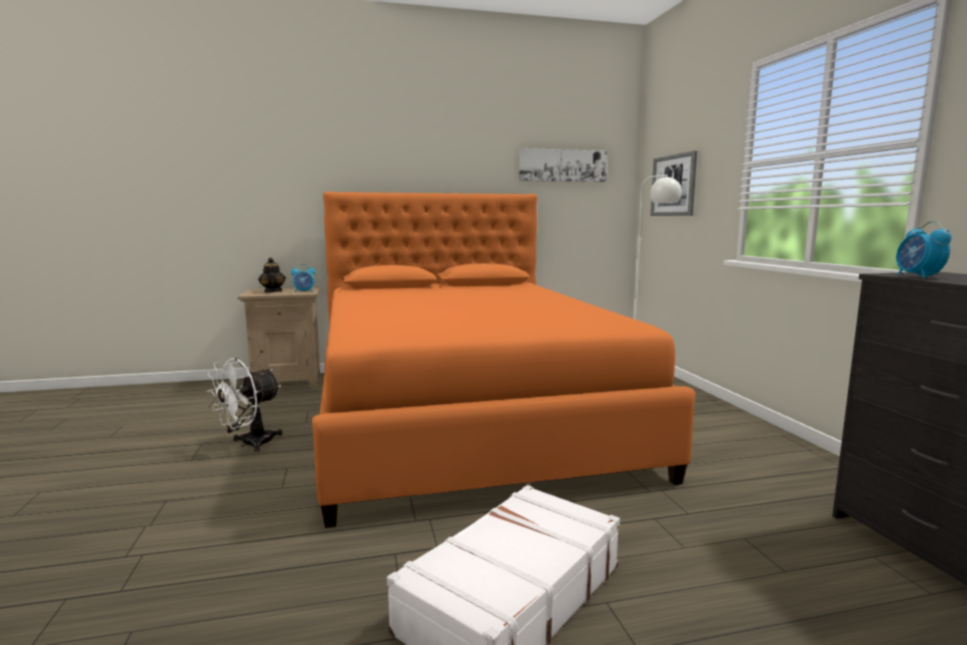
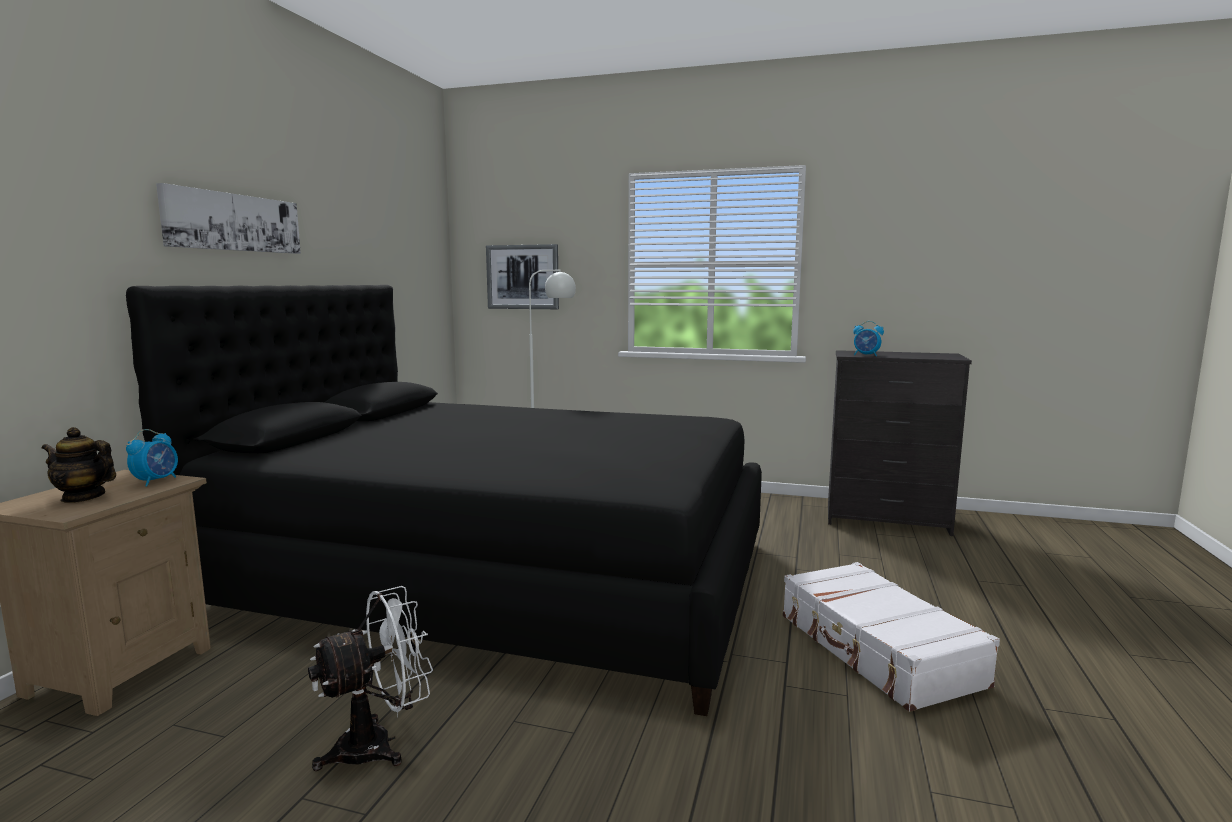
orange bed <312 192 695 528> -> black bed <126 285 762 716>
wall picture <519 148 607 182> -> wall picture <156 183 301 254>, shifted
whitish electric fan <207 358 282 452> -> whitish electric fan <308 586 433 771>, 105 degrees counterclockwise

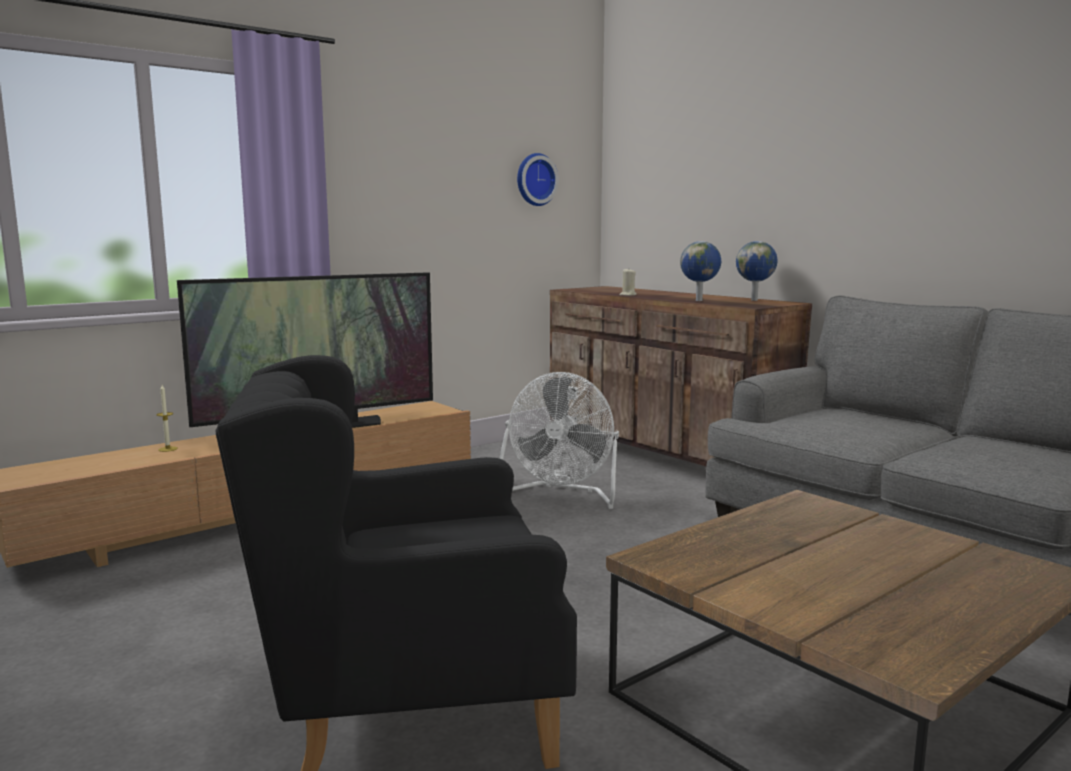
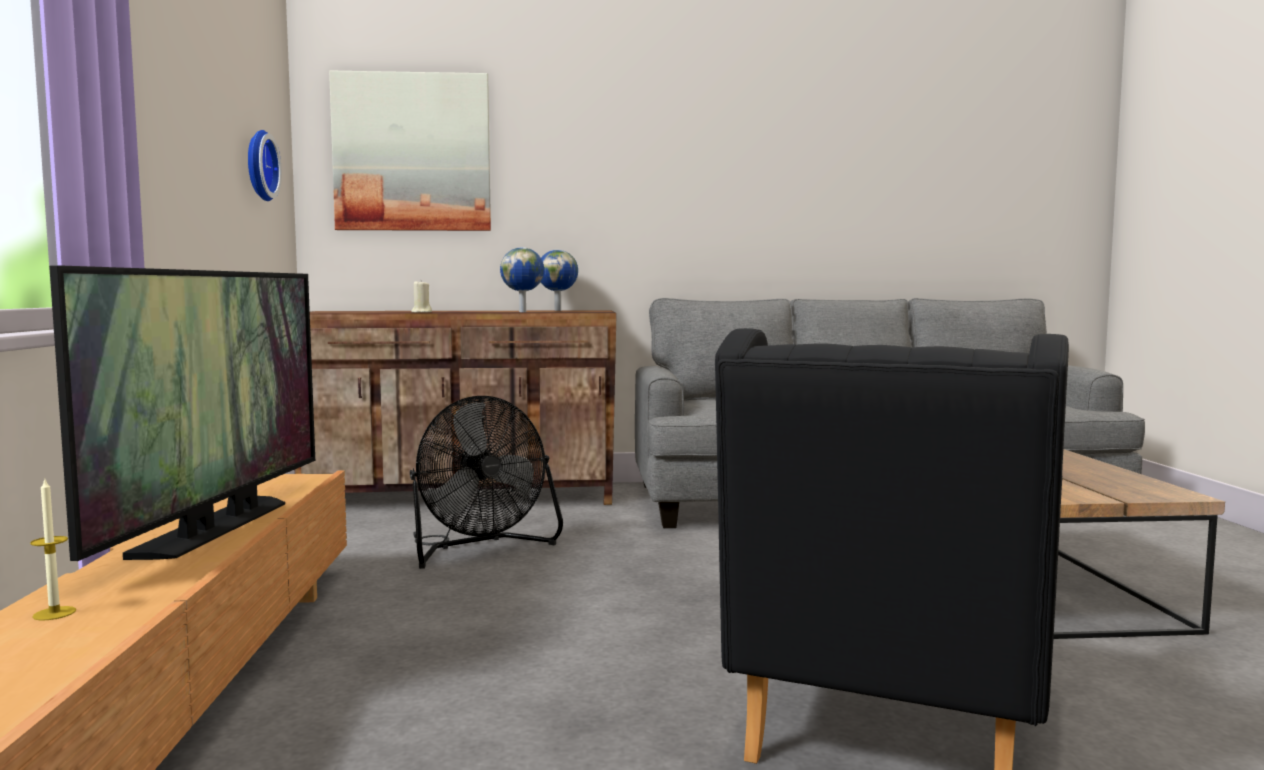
none -> wall picture <329 71 491 231>
whitish electric fan <499 372 619 509> -> black electric fan <410 396 563 569>

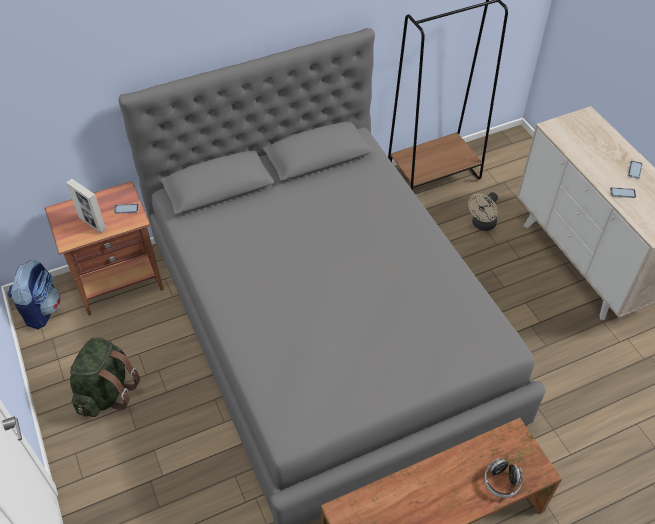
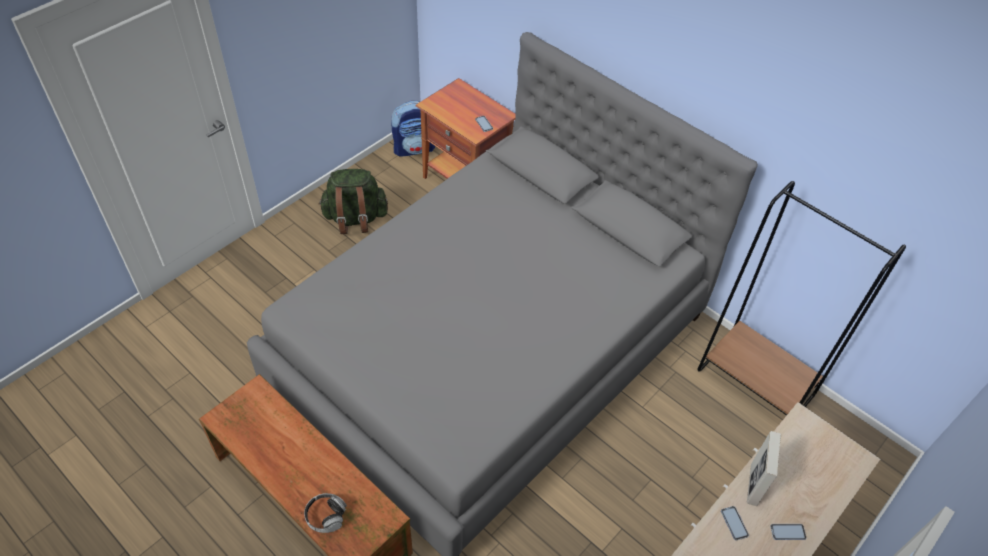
standing frame <67 179 106 233> -> standing frame <747 431 781 506>, shifted
sand-coloured electric fan <468 192 498 231> -> none

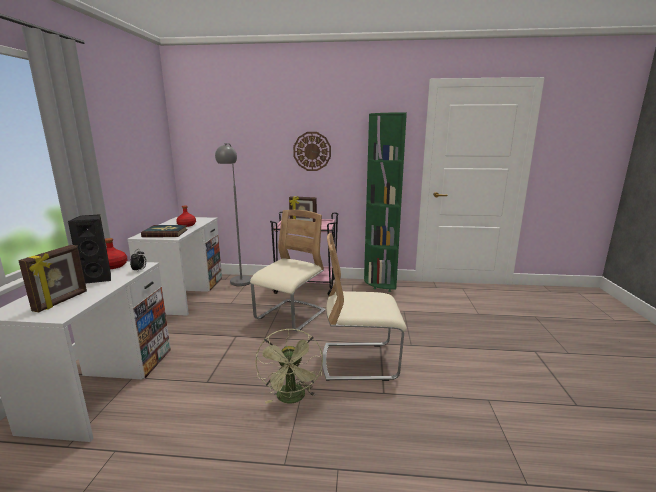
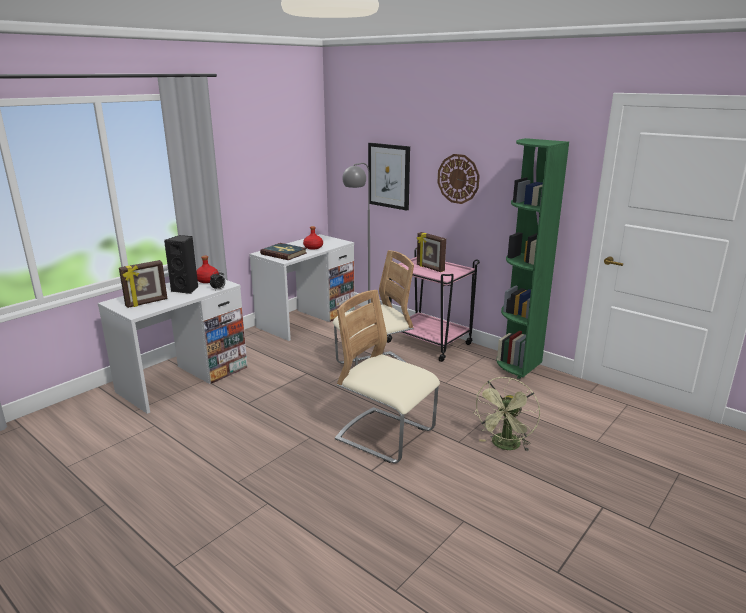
none -> wall picture <368 143 410 211>
greenish electric fan <255 328 323 404> -> greenish electric fan <473 377 540 452>, shifted

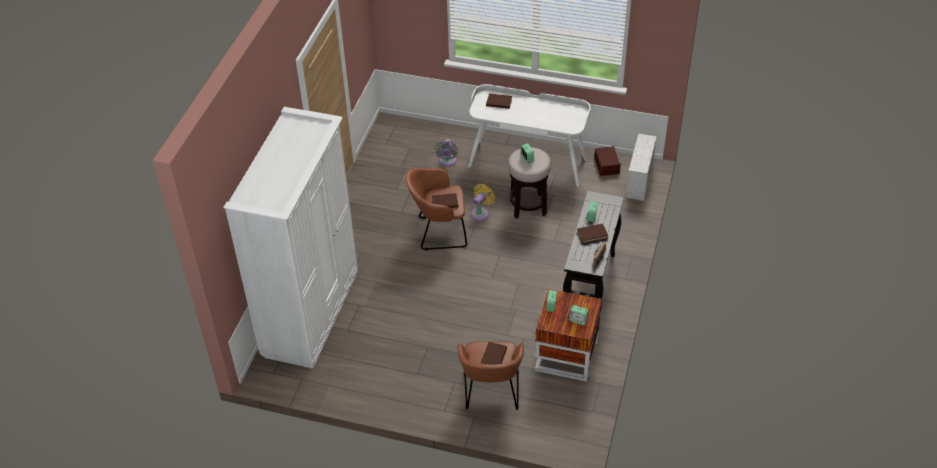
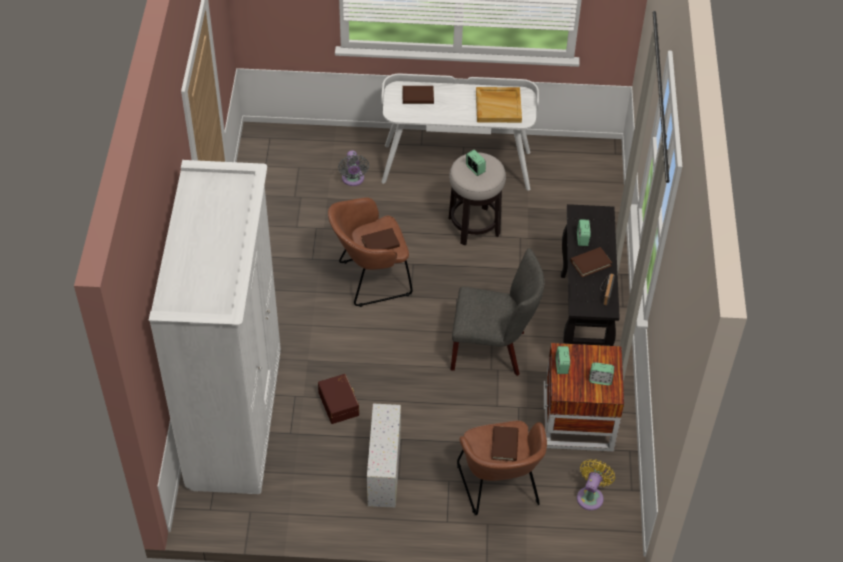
brown storage bin <594 146 621 176> -> brown storage bin <318 374 359 424>, shifted
whitish storage bin <626 134 657 201> -> whitish storage bin <367 403 401 508>, shifted
none -> grey chair <451 248 545 376>
none -> sand-coloured carrying tray <476 87 522 123>
yellow electric fan <471 184 495 220> -> yellow electric fan <577 459 615 511>, shifted

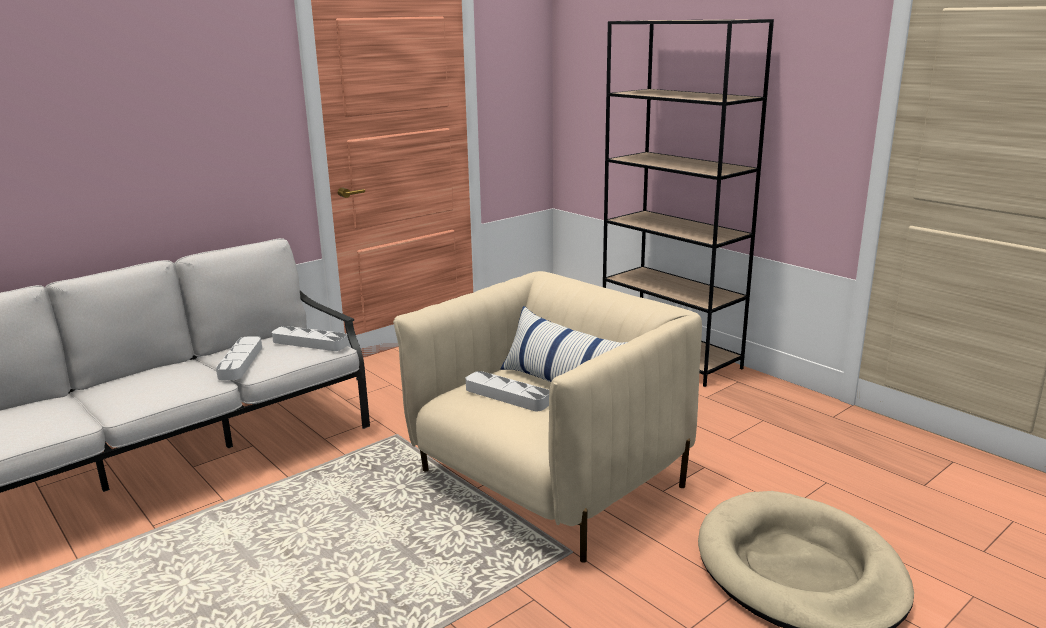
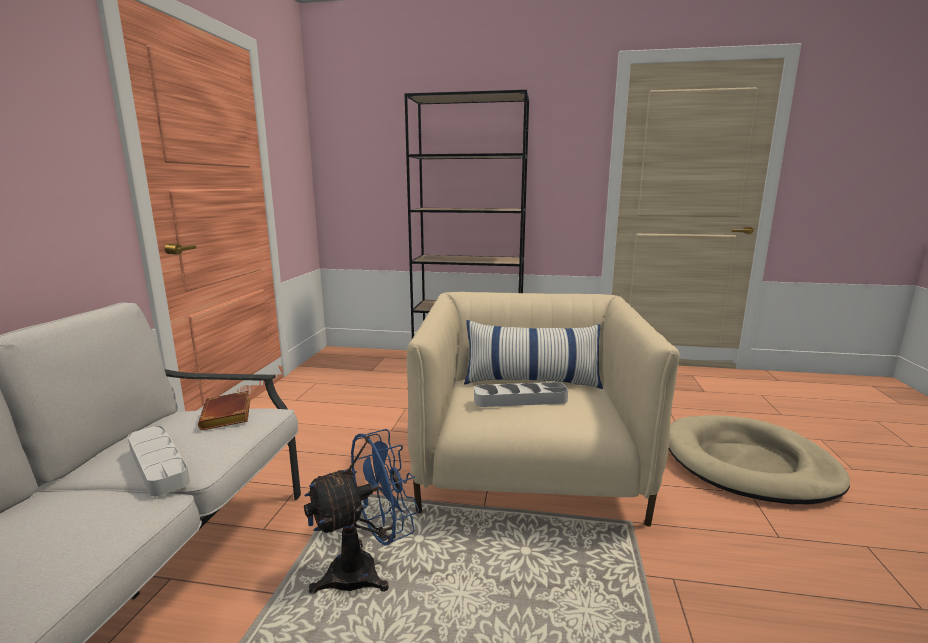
grey carrying tray <272 326 348 351> -> brown volume <198 391 250 430>
none -> bluish electric fan <304 429 419 594>

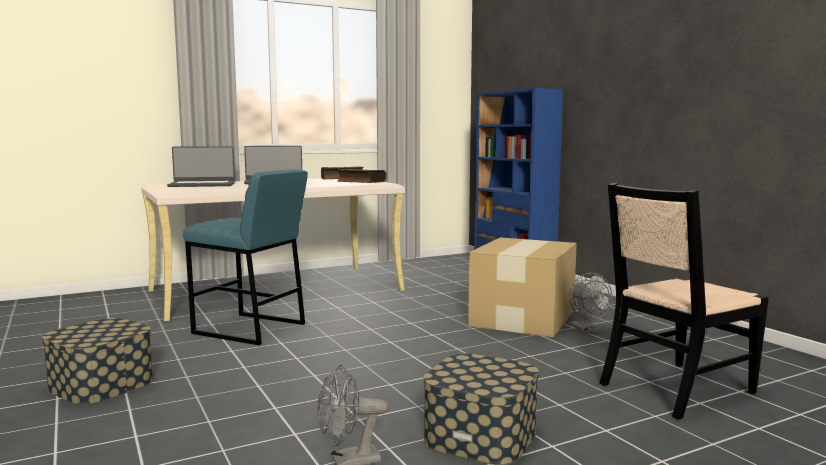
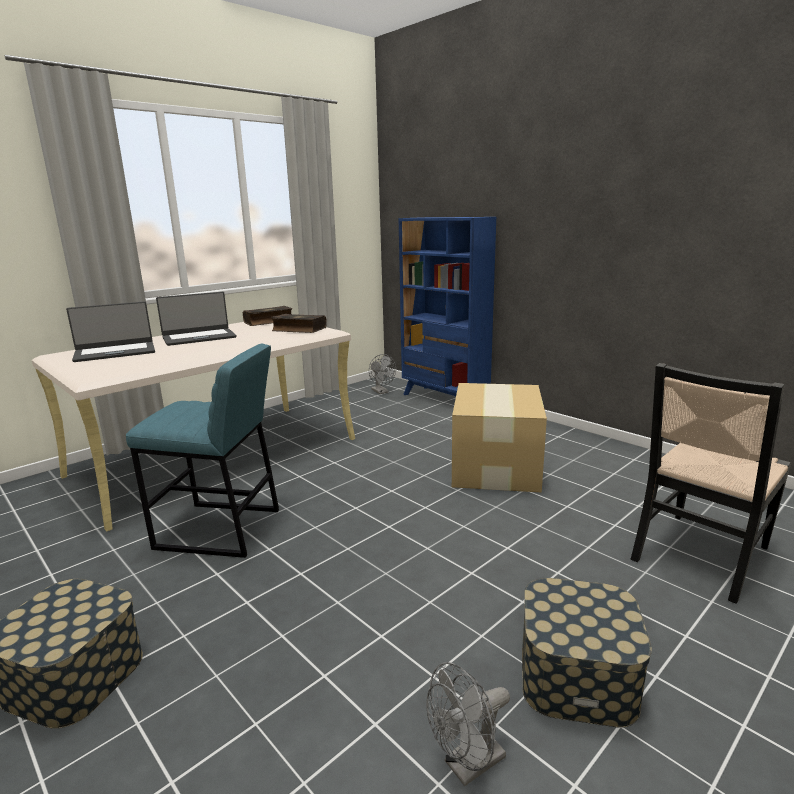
grey electric fan <570 273 612 334> -> grey electric fan <369 354 396 394>, shifted

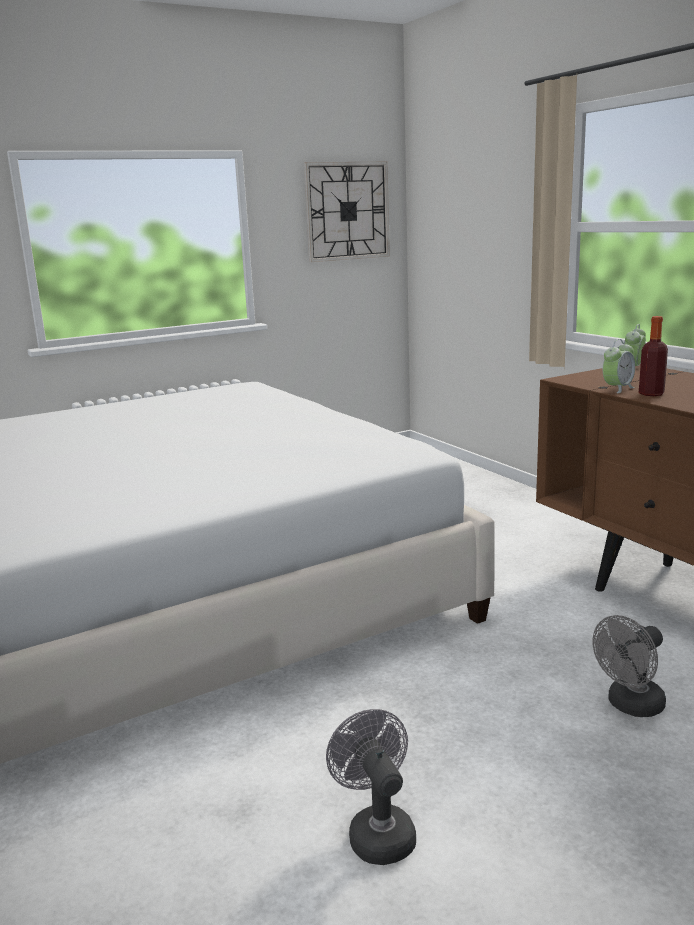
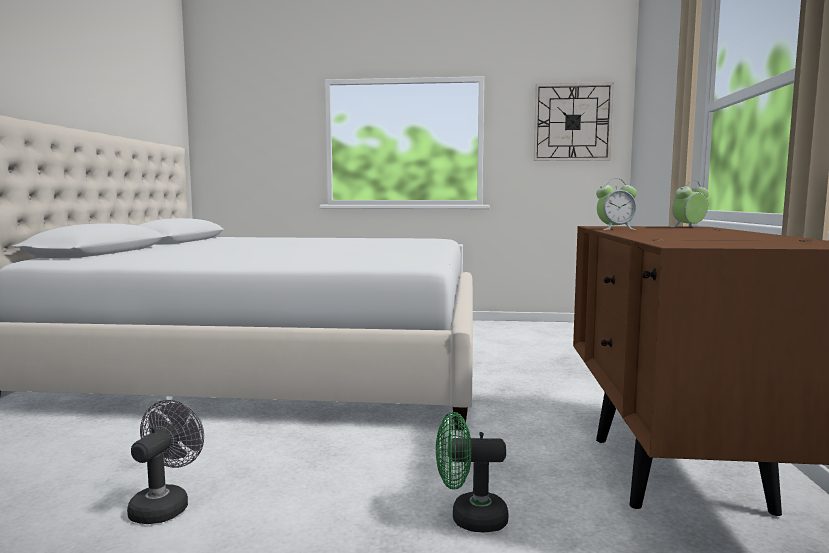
grey electric fan <592 615 666 717> -> greenish electric fan <436 412 508 532>
bottle <639 316 668 396> -> none

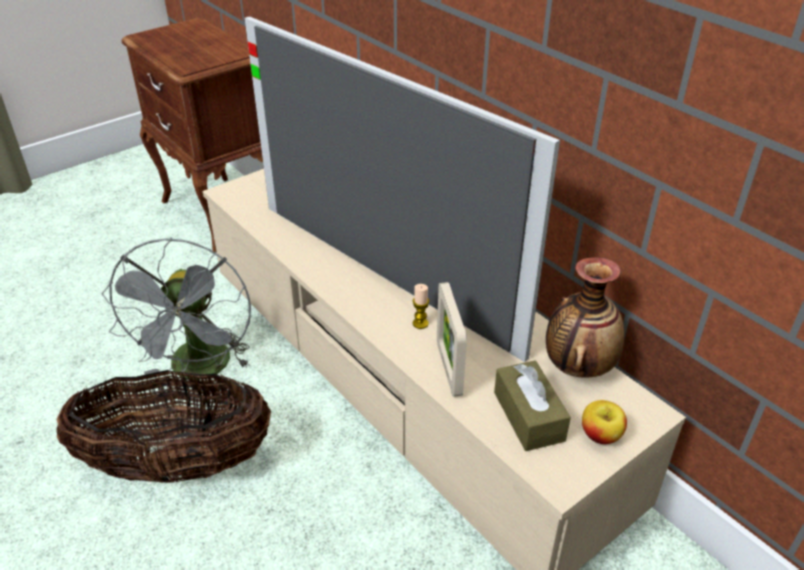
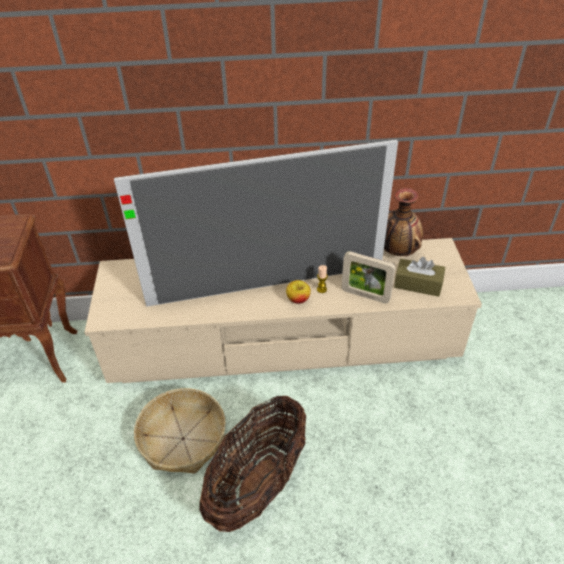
grey electric fan <101 238 251 379> -> storage basket <134 388 226 474>
whole apple <582 400 627 444> -> whole apple <286 280 311 304>, shifted

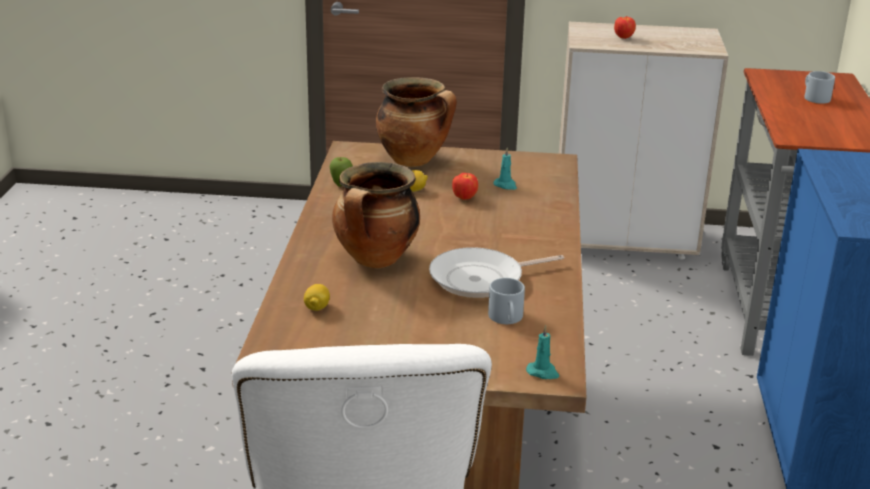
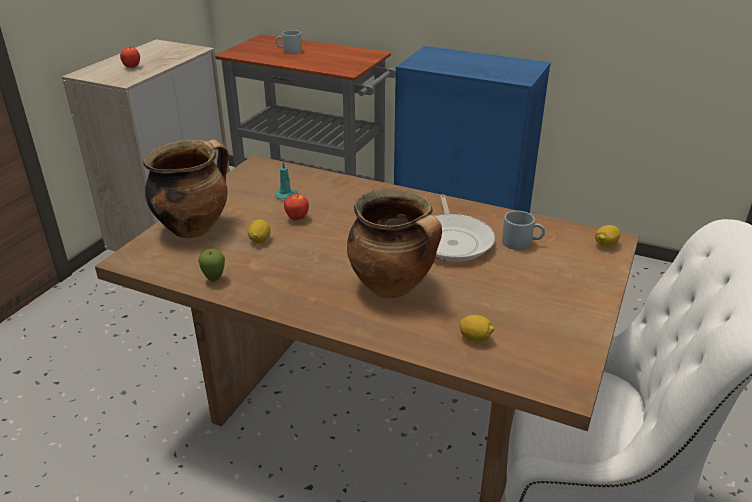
turquoise-coloured wax light <526 325 559 379> -> citrus fruit <595 225 620 247>

